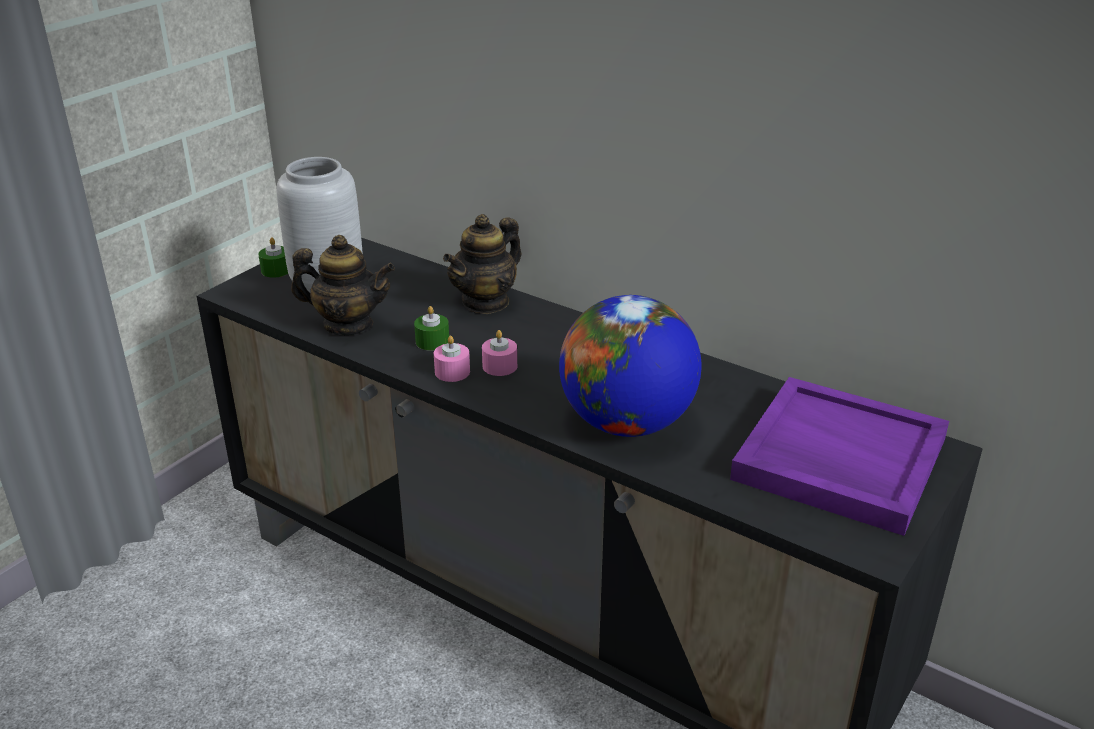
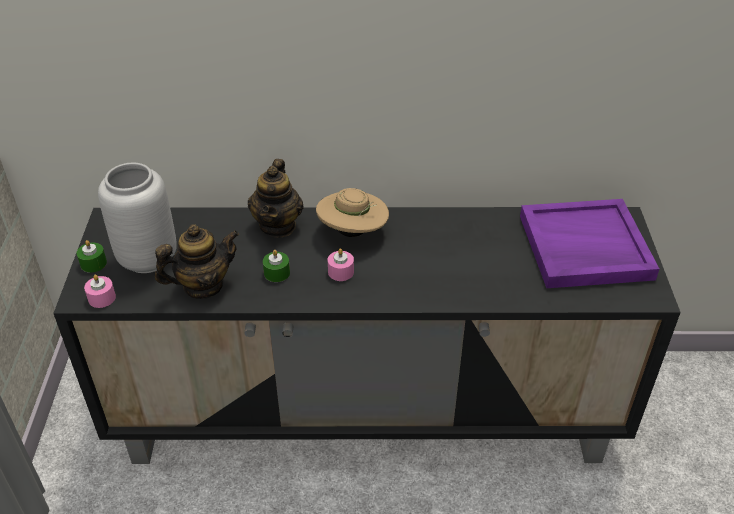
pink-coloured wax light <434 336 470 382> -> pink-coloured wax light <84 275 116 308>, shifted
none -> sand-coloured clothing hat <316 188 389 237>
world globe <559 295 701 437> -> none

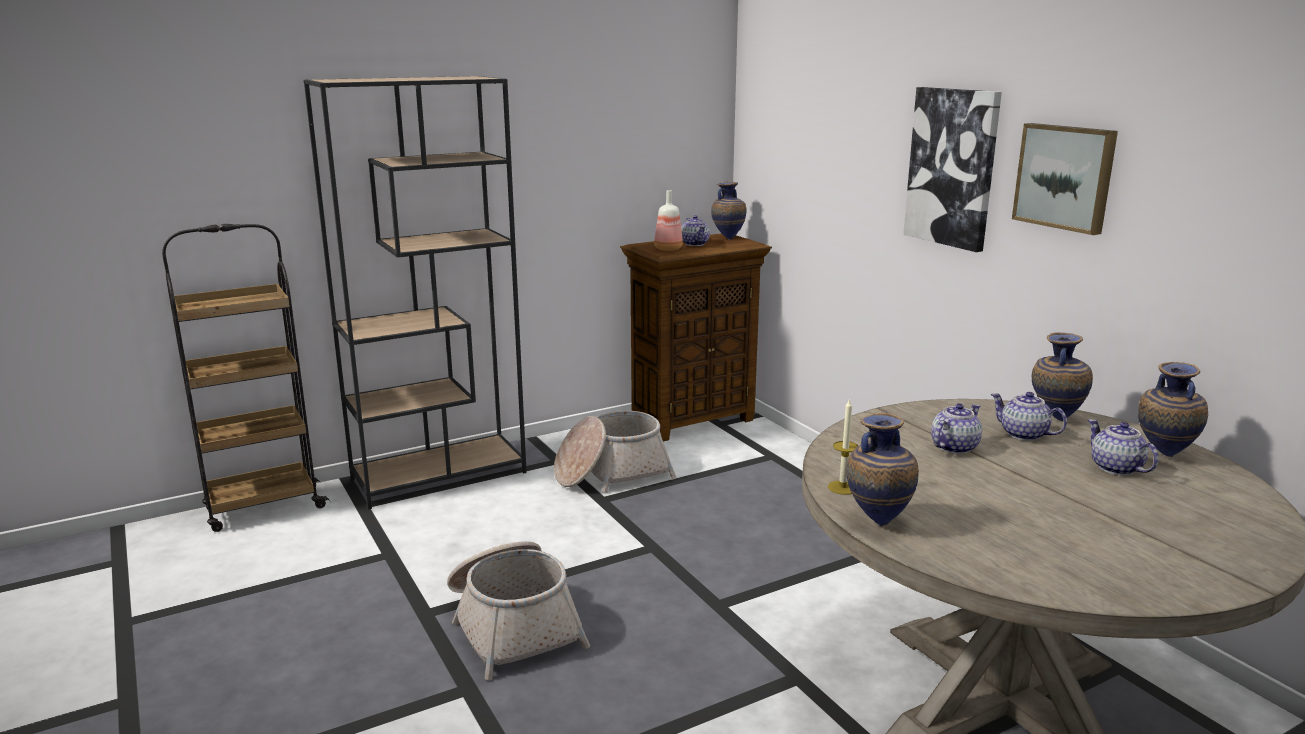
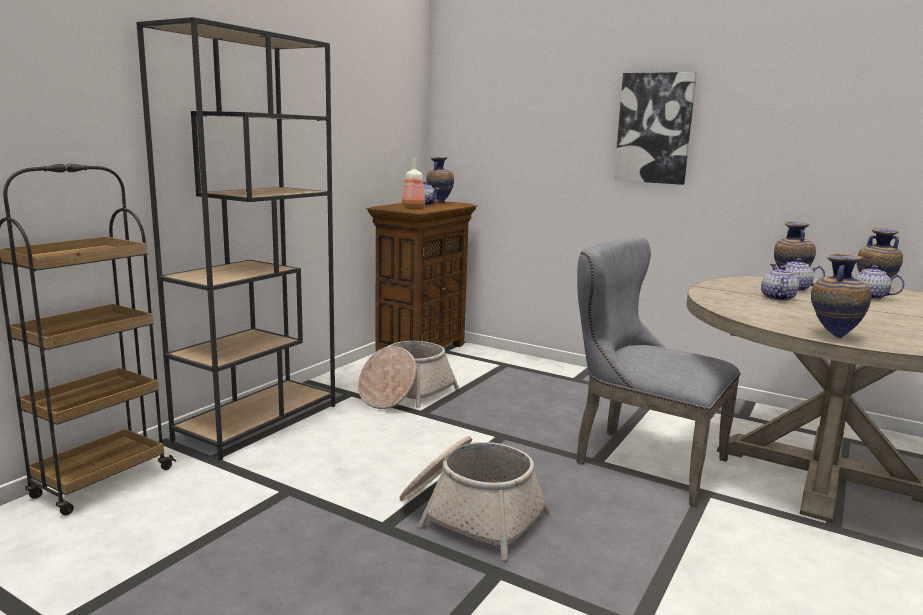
none -> grey chair <576 237 741 507>
wax light <828 398 858 495> -> none
wall picture <1012 123 1118 235> -> none

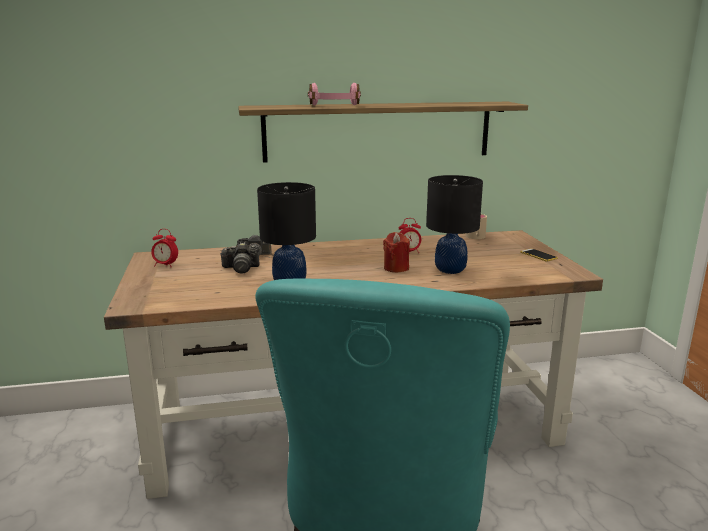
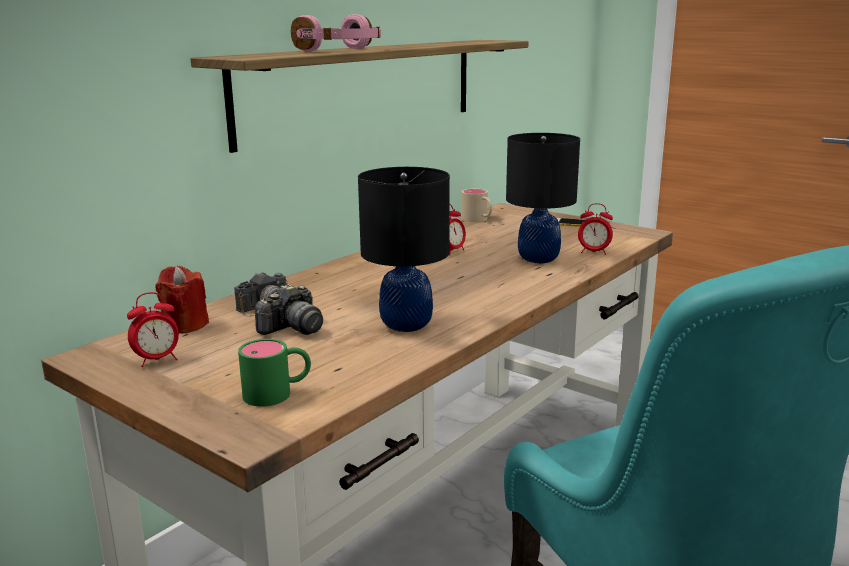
red-coloured wax light <383 232 410 272> -> red-coloured wax light <155 266 209 334>, shifted
none -> greenish mug <238 339 311 407>
none -> bedside clock <578 203 613 255>

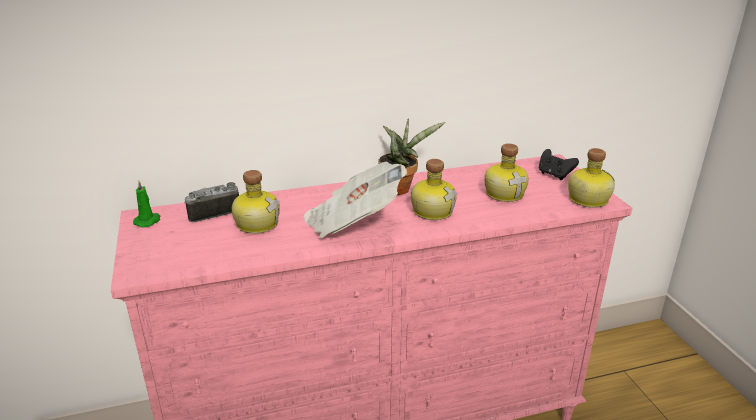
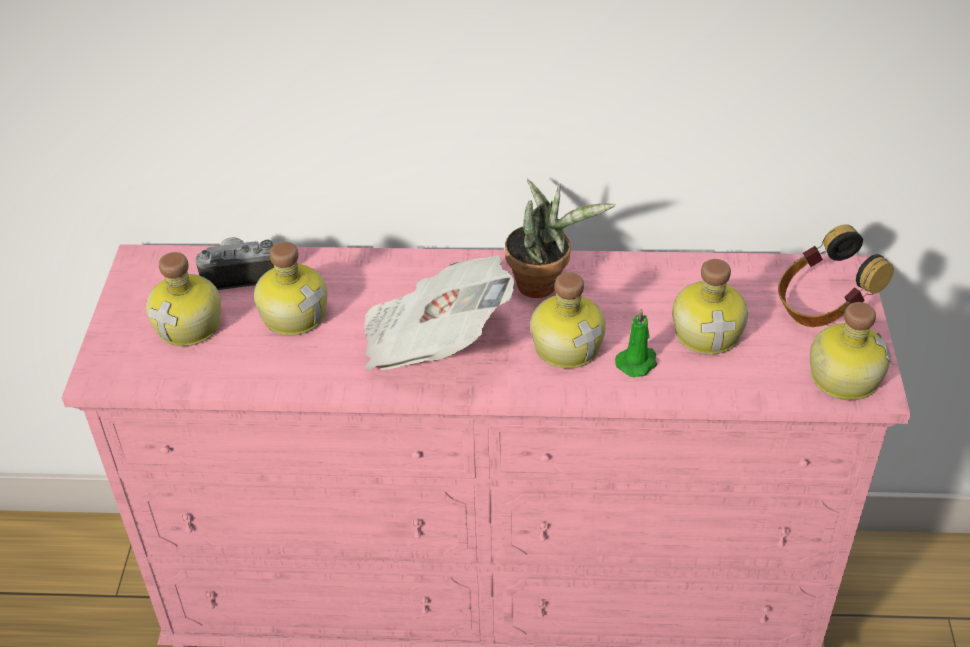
none -> bottle <146 252 221 346>
greenish wax light <133 181 160 228> -> greenish wax light <615 308 657 377>, shifted
black gamepad <539 149 579 180> -> headphones <778 225 894 327>

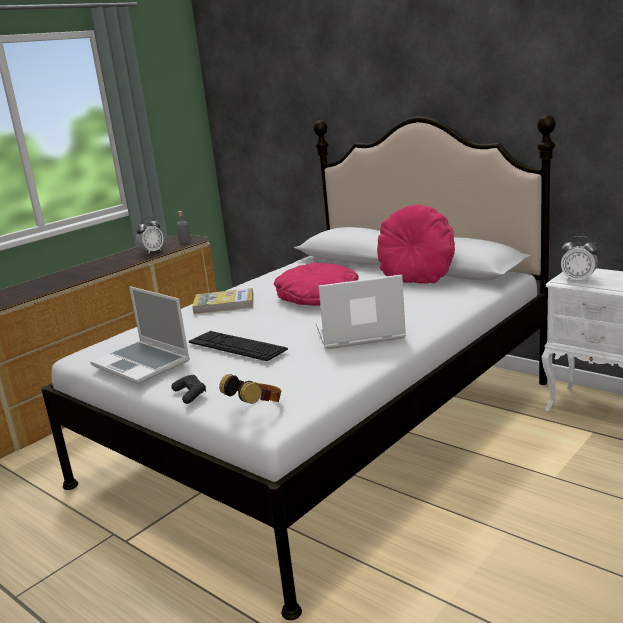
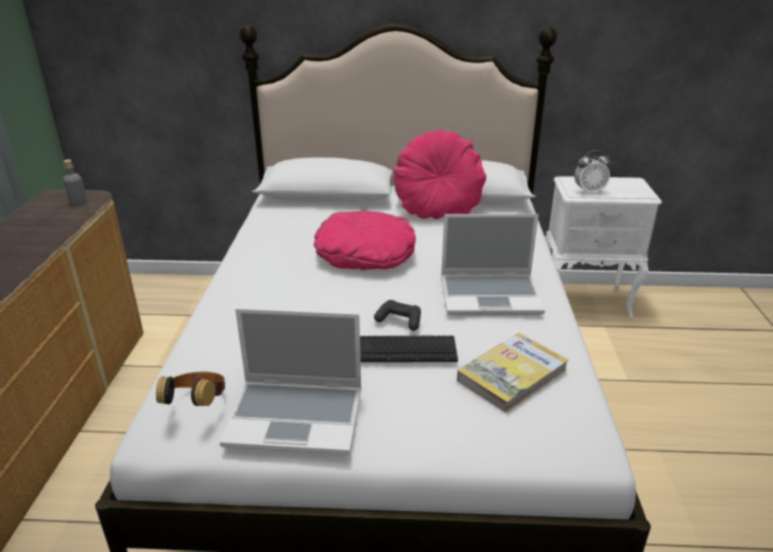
headphones <219 374 281 404> -> headphones <156 372 225 406>, shifted
black gamepad <171 375 206 404> -> black gamepad <374 300 421 331>, shifted
laptop <316 274 406 349> -> laptop <441 214 545 315>, 135 degrees counterclockwise
volume <192 288 254 314> -> volume <457 333 569 413>, shifted
bedside clock <136 217 164 254> -> none

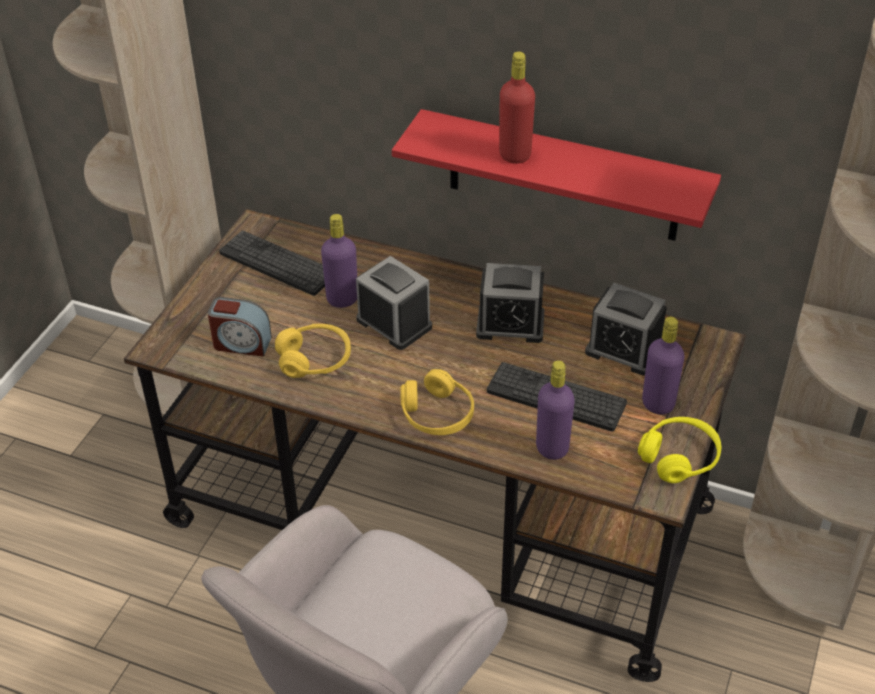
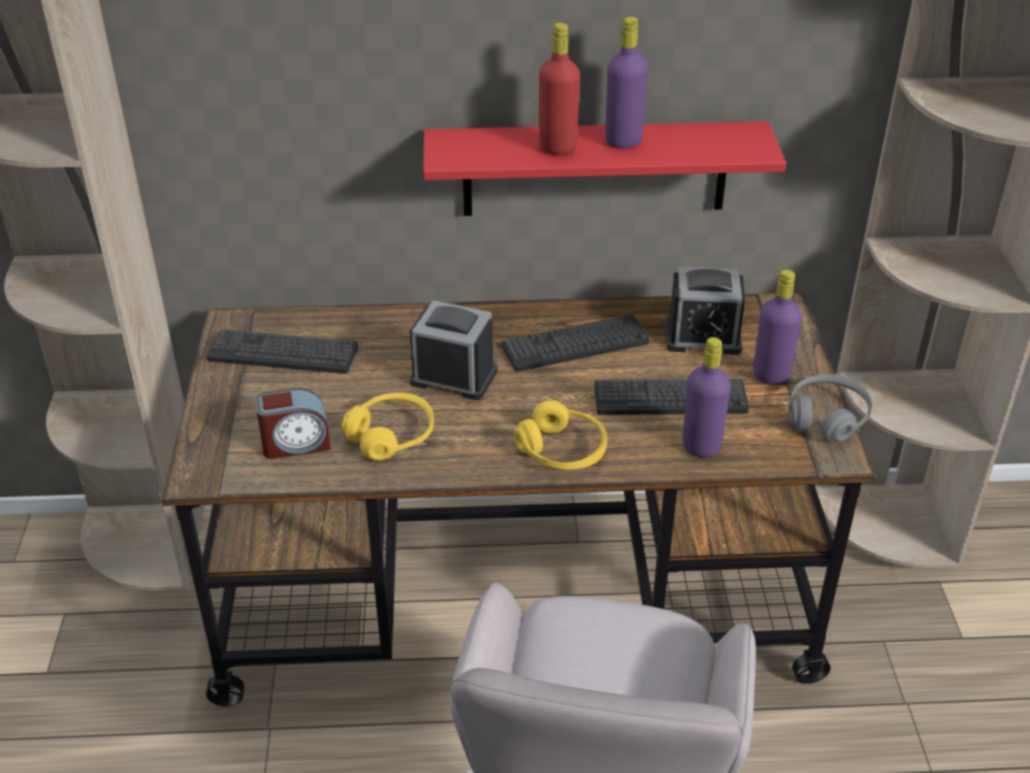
bedside clock <476 263 545 343> -> PC keyboard <502 314 649 372>
purple-coloured bottle <321 214 357 308> -> purple-coloured bottle <605 17 648 148>, shifted
yellow headphones <638 417 721 483> -> grey headphones <788 374 872 443>

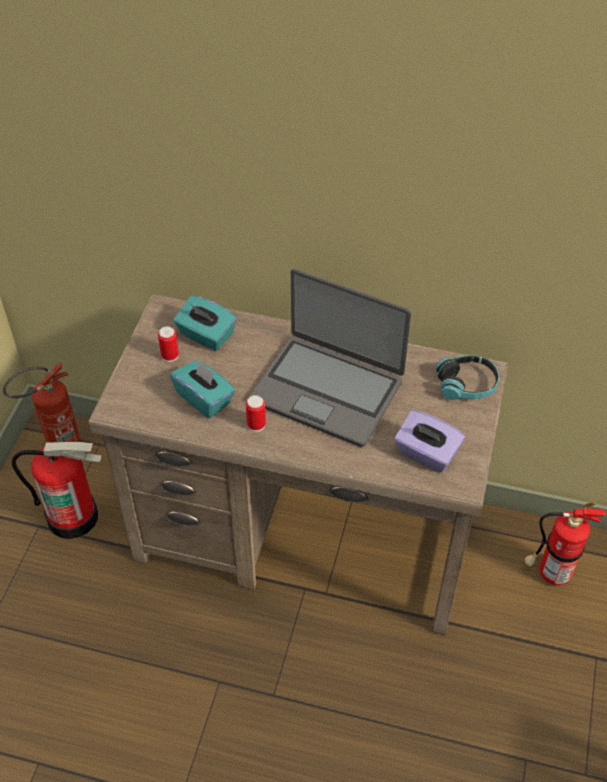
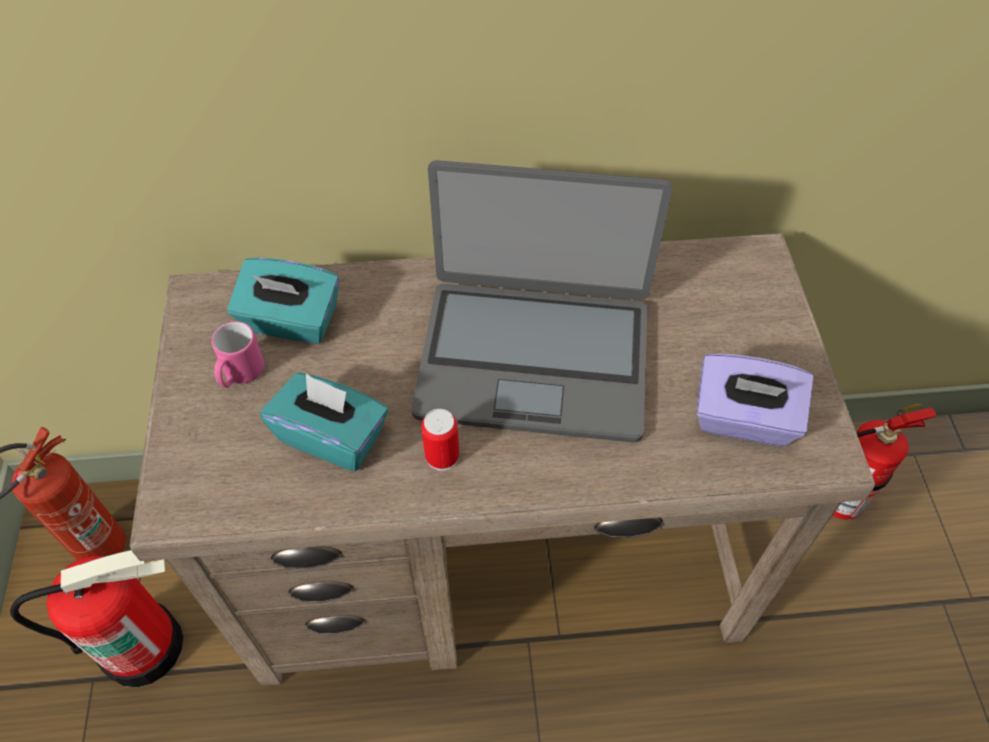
metal can <158 326 179 362> -> pink-coloured mug <211 321 264 387>
headphones <436 355 499 400> -> none

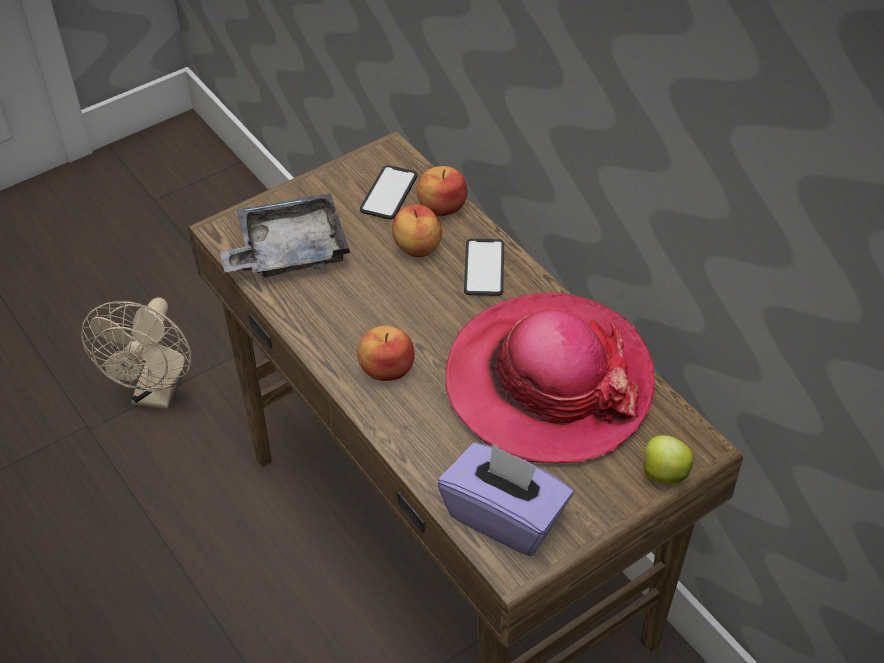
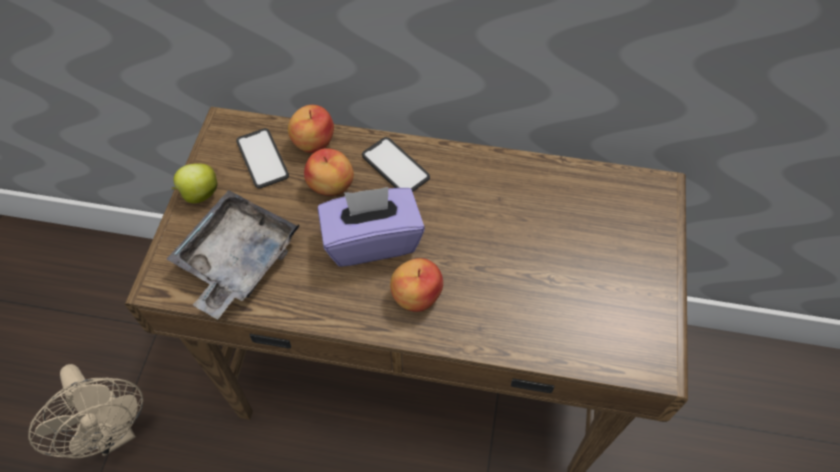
whole apple <639 435 694 484> -> whole apple <172 163 218 203>, shifted
purple-coloured tissue box <438 443 573 556> -> purple-coloured tissue box <318 187 425 267>, shifted
clothing hat <445 292 655 463> -> none

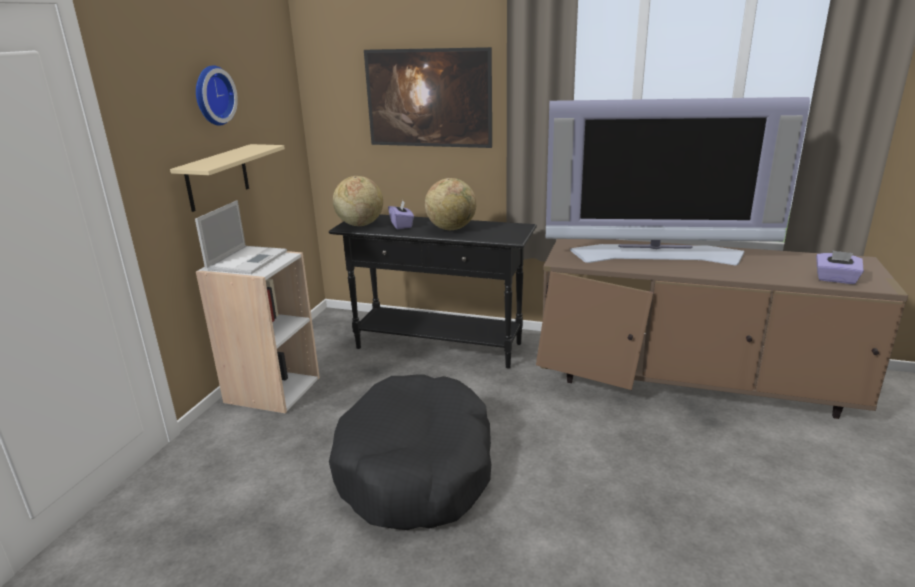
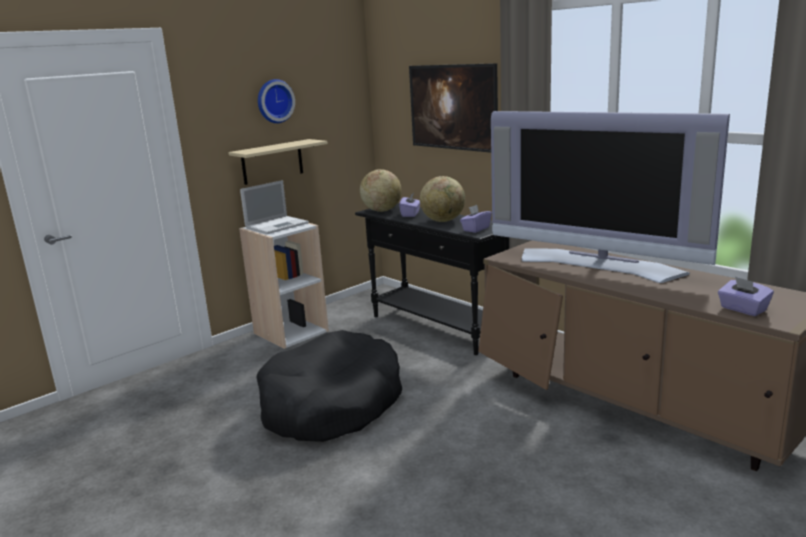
none -> purple-coloured tissue box <460 205 492 233>

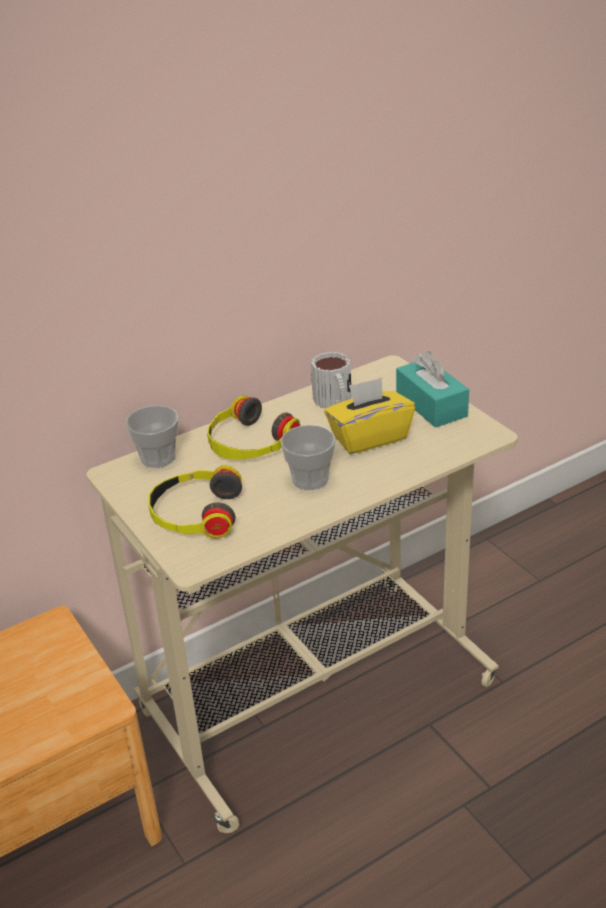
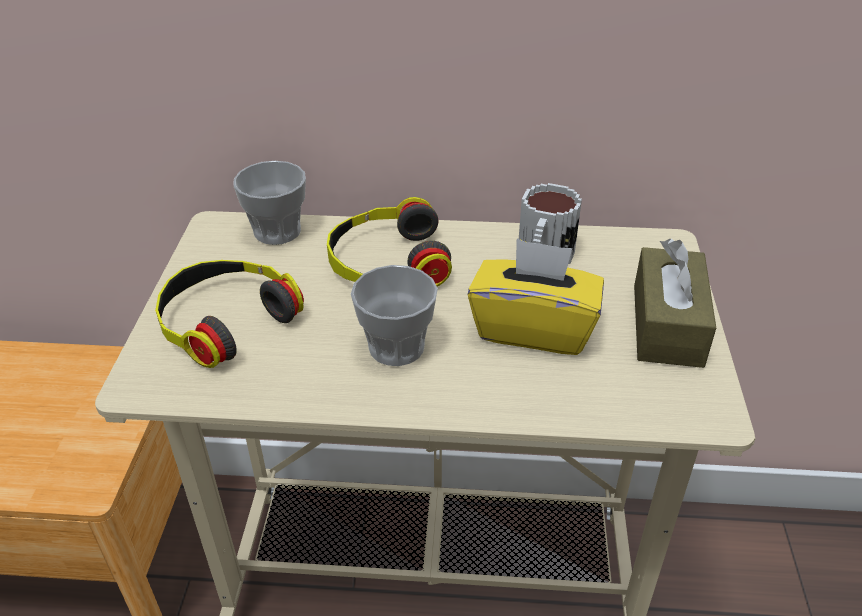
turquoise-coloured tissue box <396 351 469 428> -> brown tissue box <634 239 716 368>

